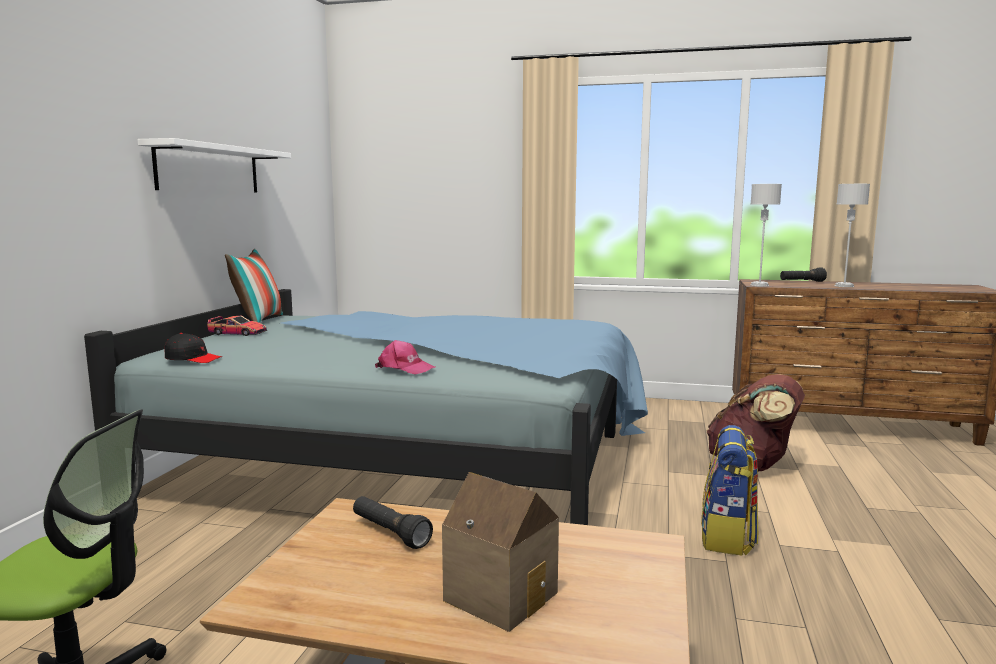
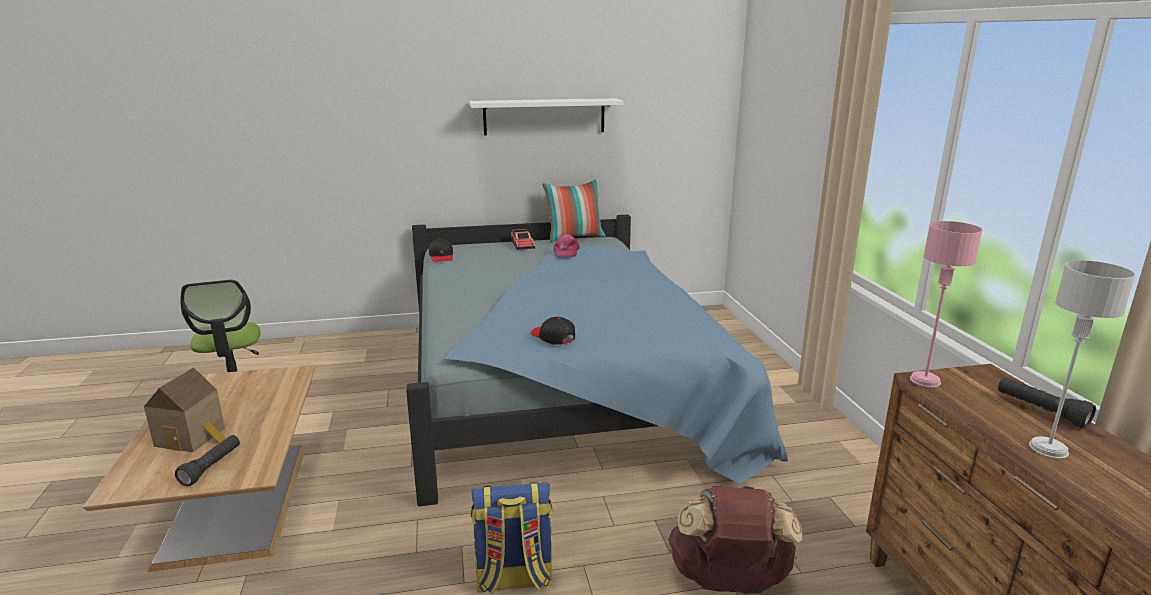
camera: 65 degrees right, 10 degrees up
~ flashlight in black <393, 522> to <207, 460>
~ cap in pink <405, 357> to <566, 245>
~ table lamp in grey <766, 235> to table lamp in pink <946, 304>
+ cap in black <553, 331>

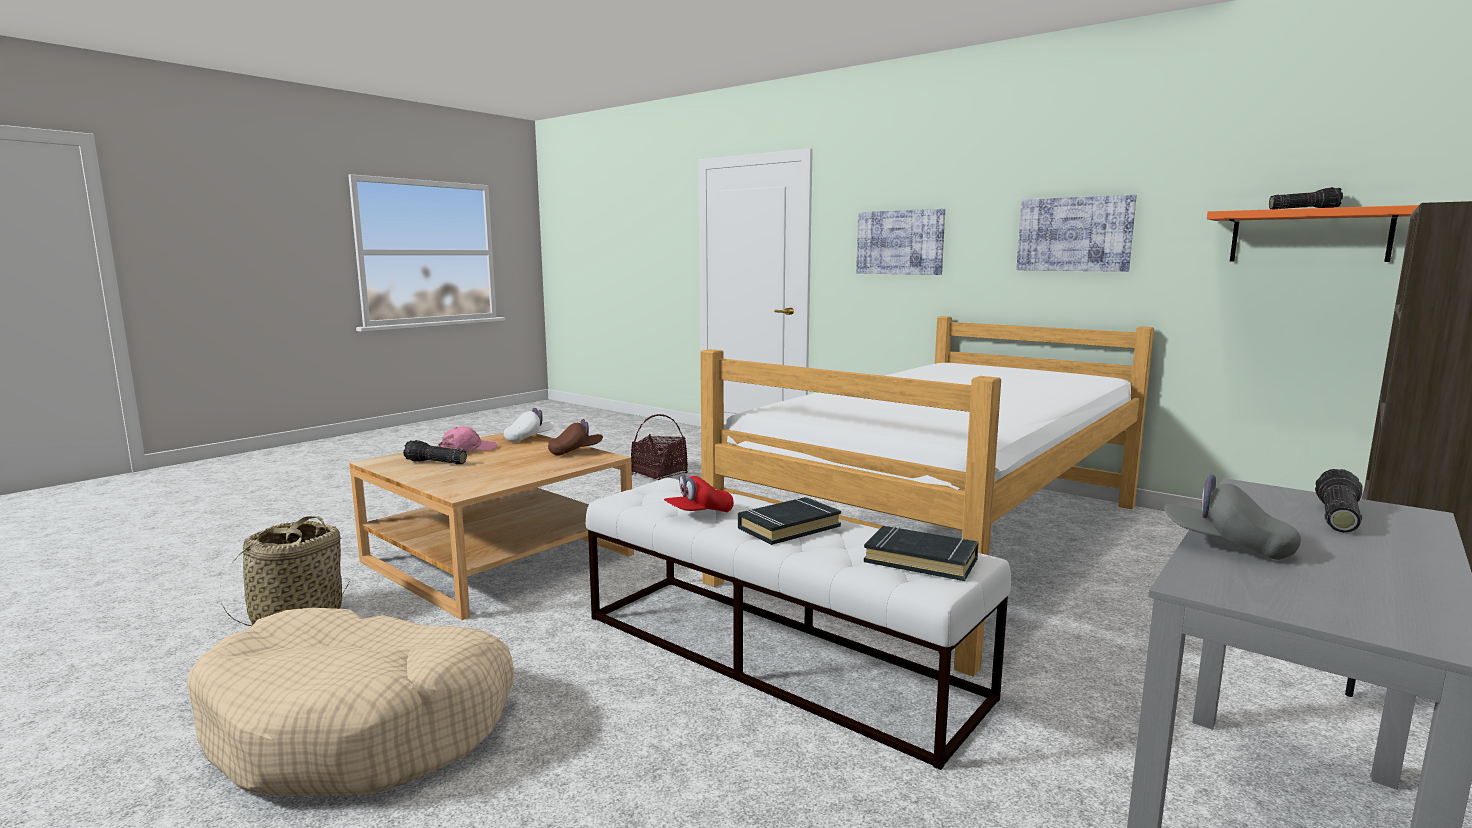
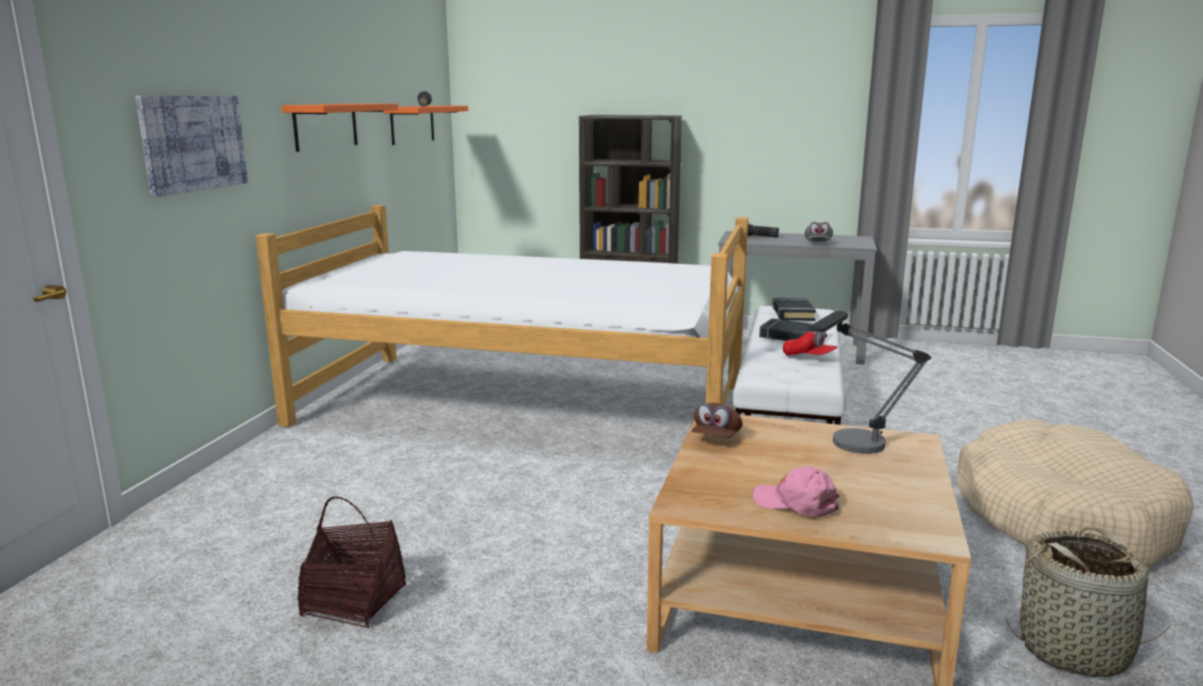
camera: 115 degrees left, 5 degrees up
- flashlight <435, 452>
- cap in white <529, 425>
~ cap in brown <575, 437> = <717, 420> 105 degrees counterclockwise
~ picture <1076, 233> to shelf in orange <339, 128>
+ table lamp <870, 382>

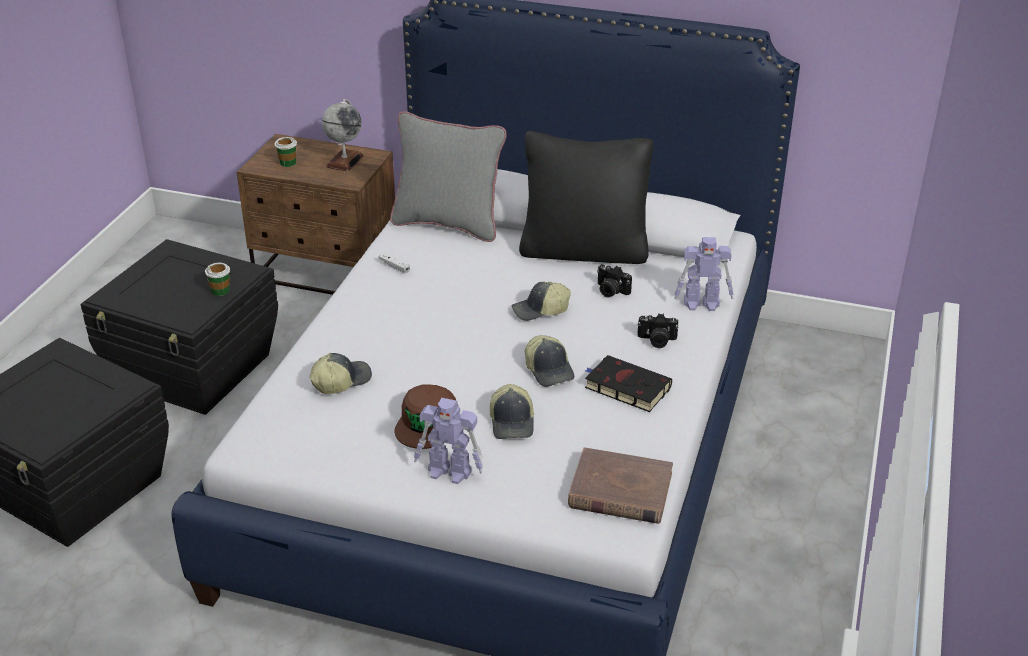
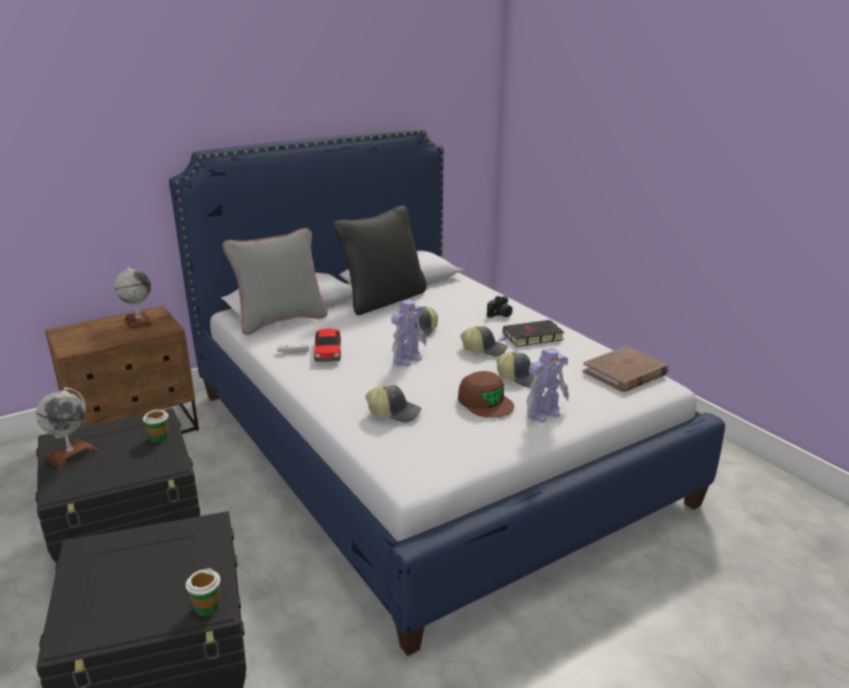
camera: 50 degrees left, 10 degrees down
~ cup <285, 152> to <203, 592>
~ cap <340, 373> = <394, 404> 105 degrees clockwise
- photo camera <614, 280>
~ toy robot <704, 274> to <409, 332>
+ globe <66, 428>
+ toy car <327, 345>

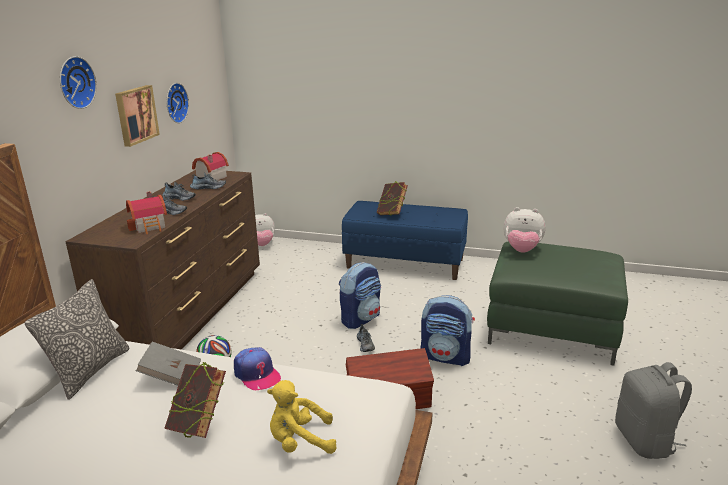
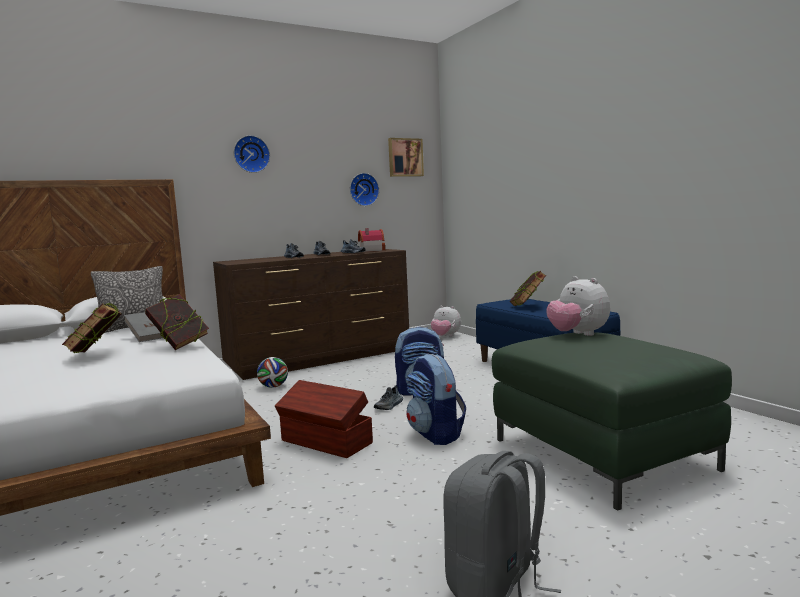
camera: 45 degrees right, 15 degrees down
~ picture <137, 116> to <406, 157>
- toy house <146, 212>
~ cap <258, 368> to book <177, 322>
- plush toy in yellow <302, 417>

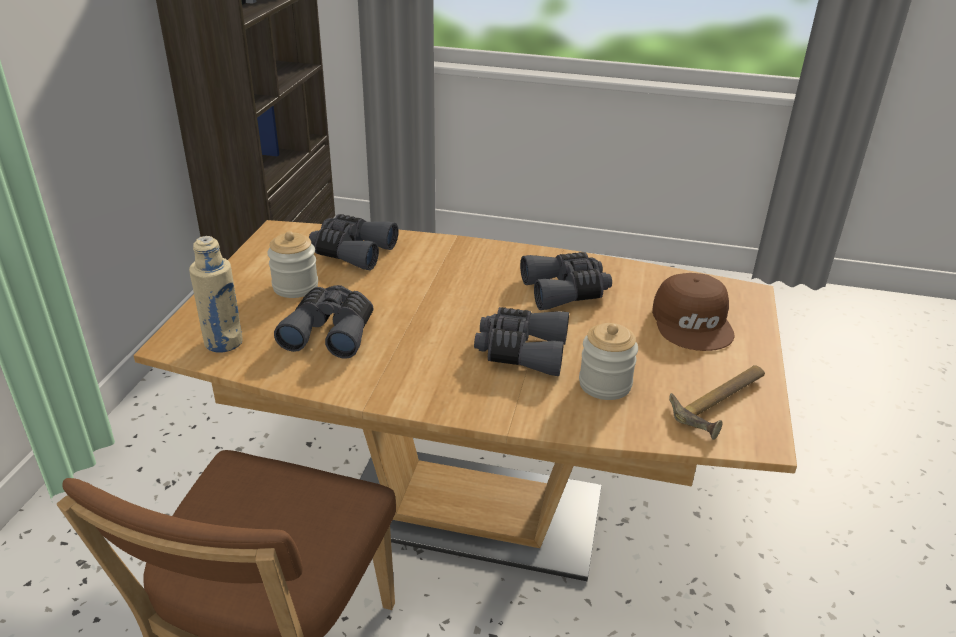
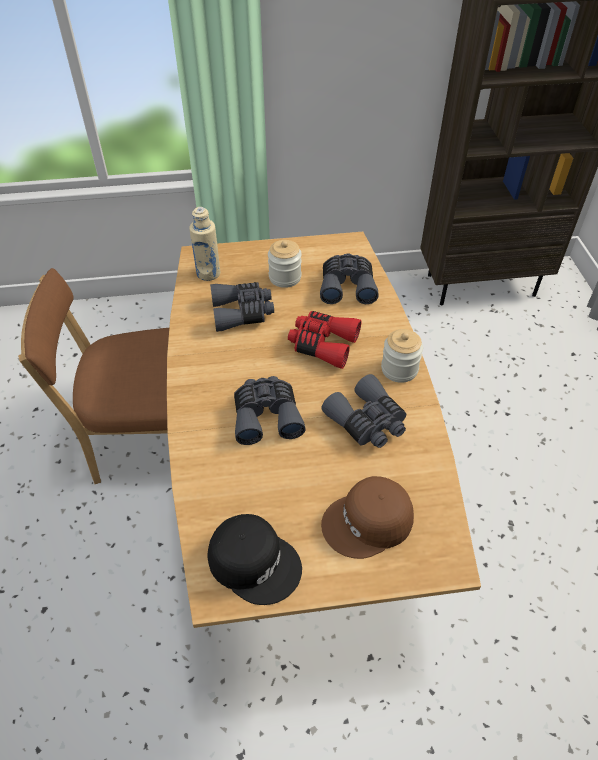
camera: 70 degrees right, 15 degrees up
~ jar <608, 361> to <402, 356>
~ hammer <717, 402> to cap in black <255, 559>
+ binoculars in red <324, 340>

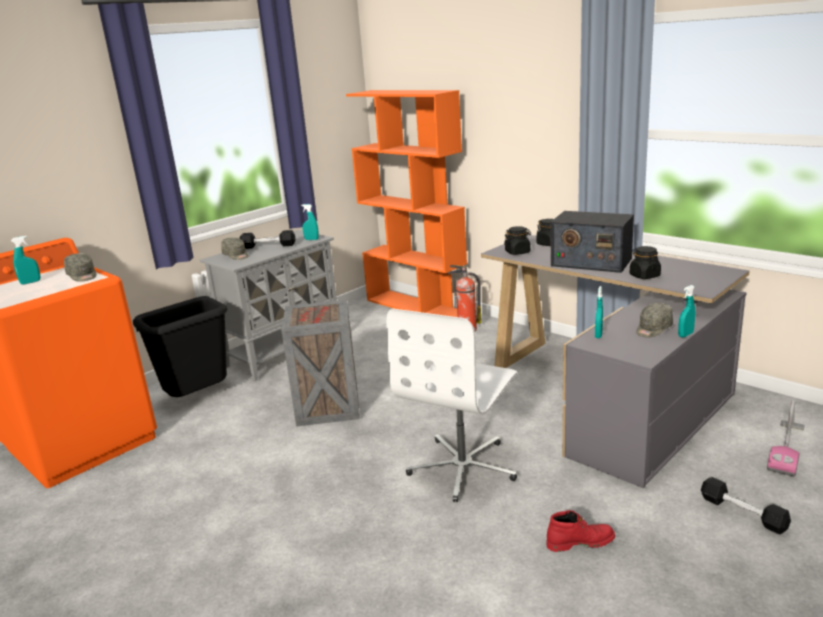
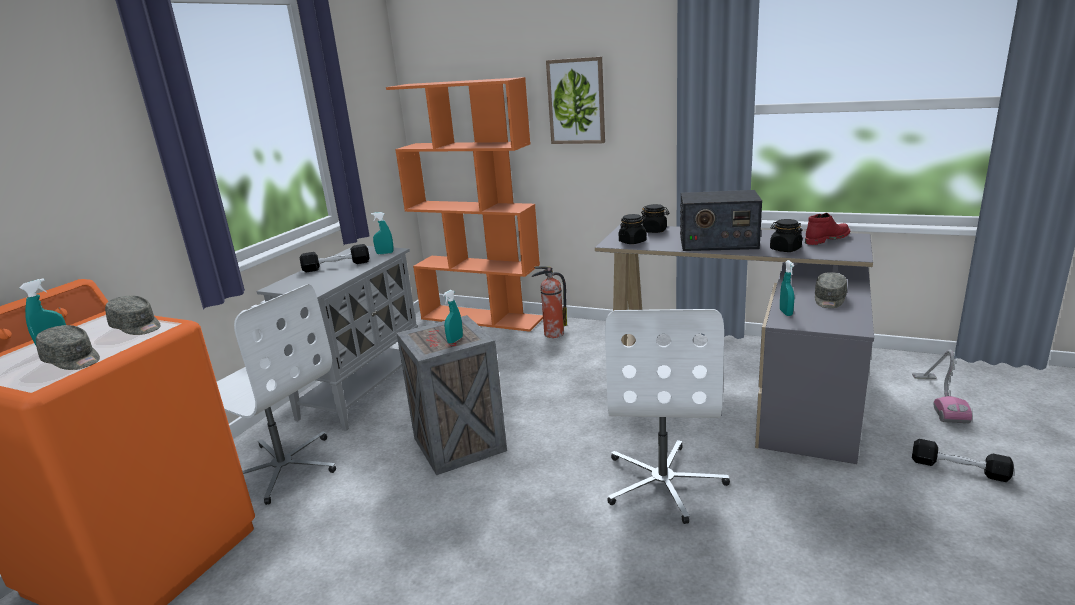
camera: 20 degrees left, 0 degrees up
~ trash can in black <180, 346> to office chair in white <276, 394>
~ cap in grey <234, 249> to <68, 347>
~ boot in red <581, 531> to <827, 229>
~ spray bottle in turquoise <686, 311> to <453, 317>
+ picture <575, 100>

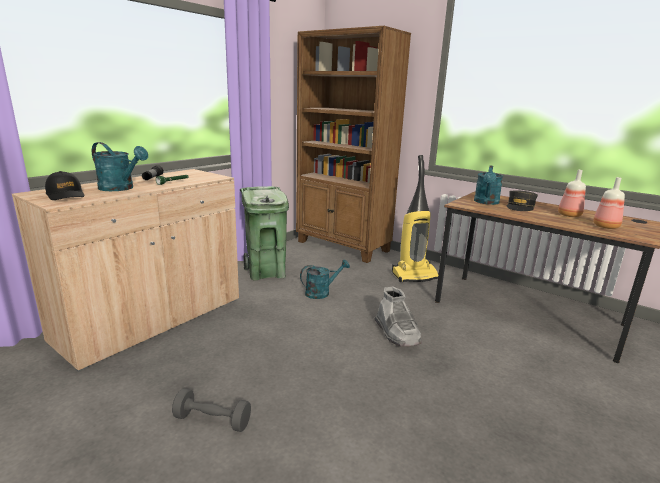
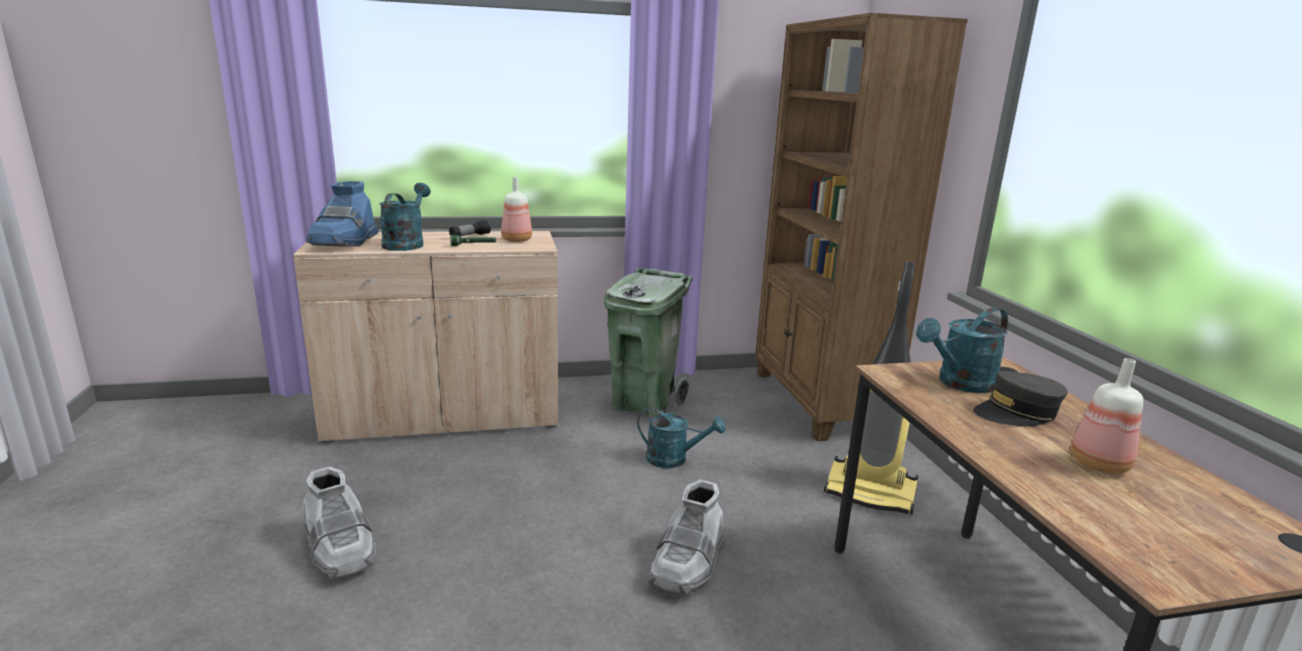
camera: 40 degrees right, 0 degrees up
~ cap in black <64, 185> to boot in blue <342, 214>
~ watering can in turquoise <120, 166> = <405, 217> 150 degrees counterclockwise
~ dumbbell in grey <211, 410> to boot in grey <339, 523>
~ bottle <609, 203> to <516, 209>

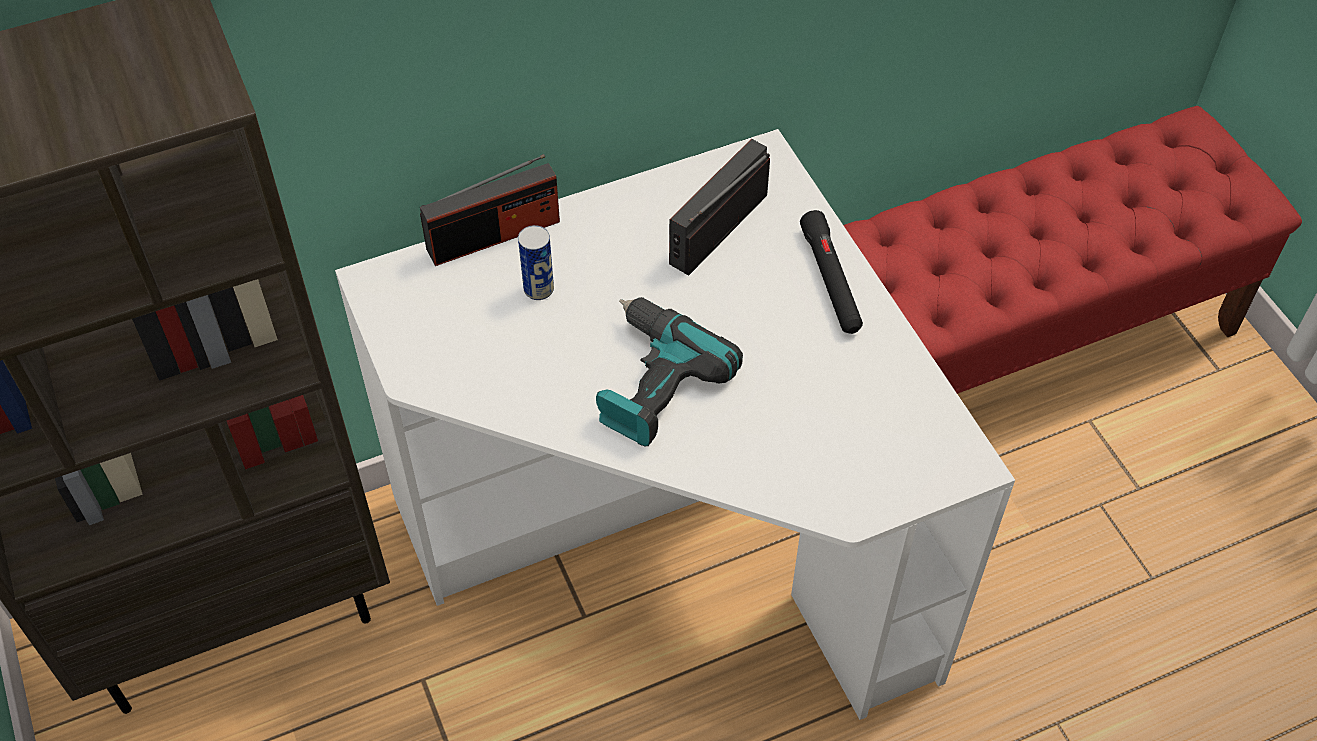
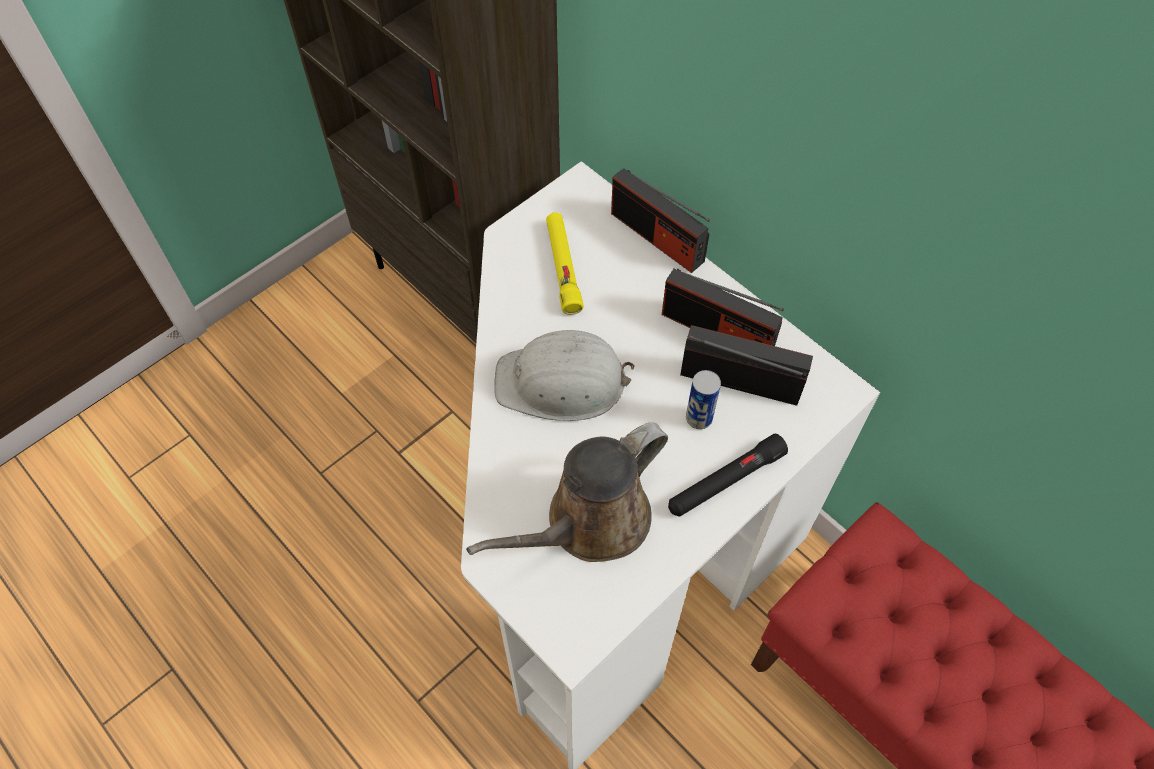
camera: 70 degrees right, 5 degrees up
~ can <536, 262> to <703, 399>
~ power drill <669, 372> to hard hat in white <564, 375>
+ watering can in brown <567, 492>
+ flashlight in yellow <565, 263>
+ radio <723, 307>

